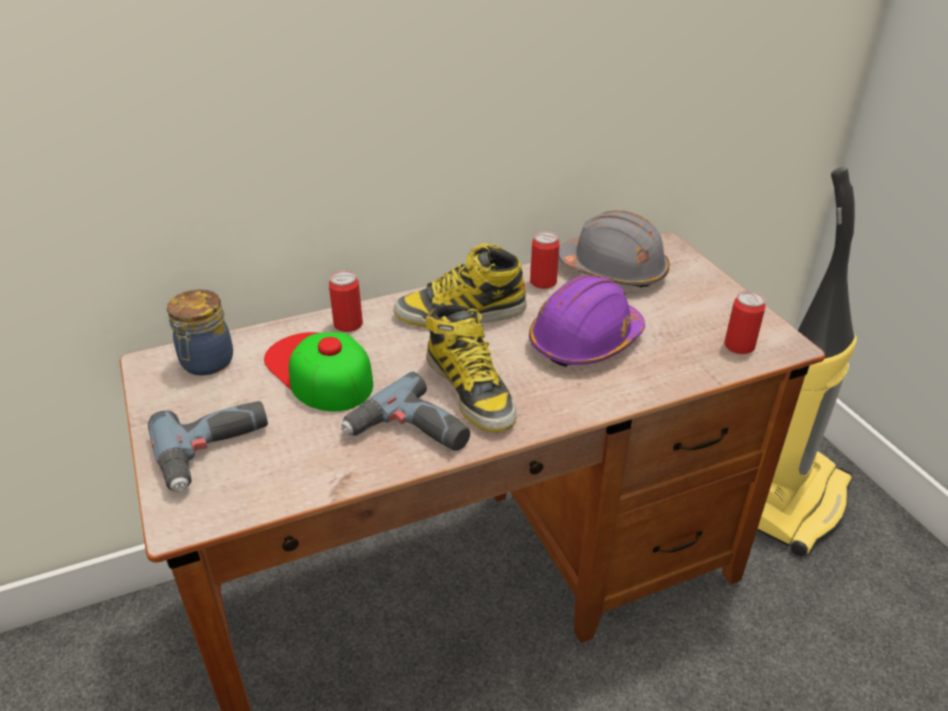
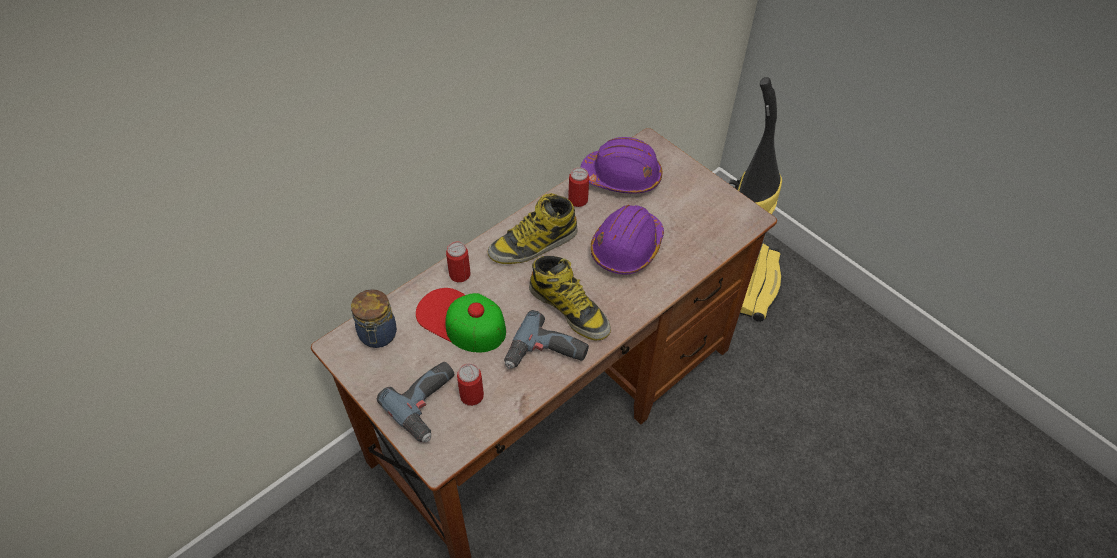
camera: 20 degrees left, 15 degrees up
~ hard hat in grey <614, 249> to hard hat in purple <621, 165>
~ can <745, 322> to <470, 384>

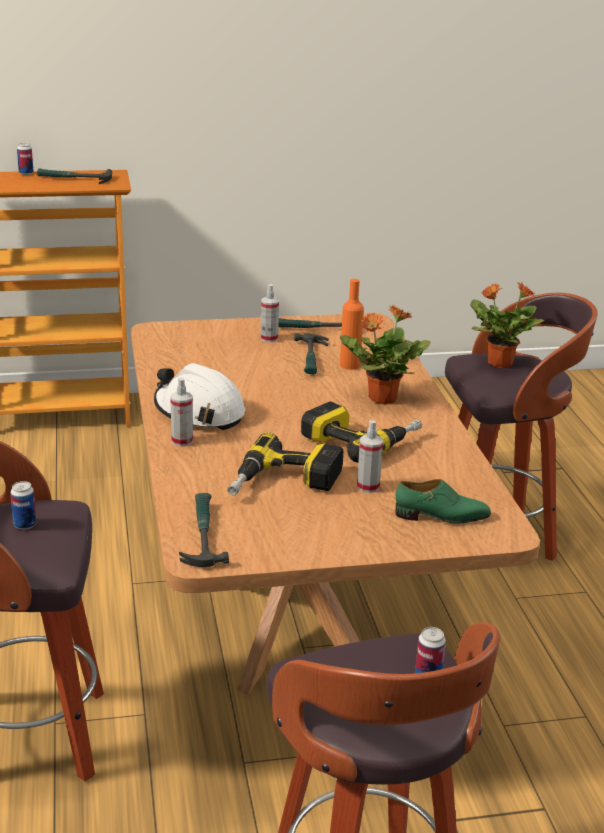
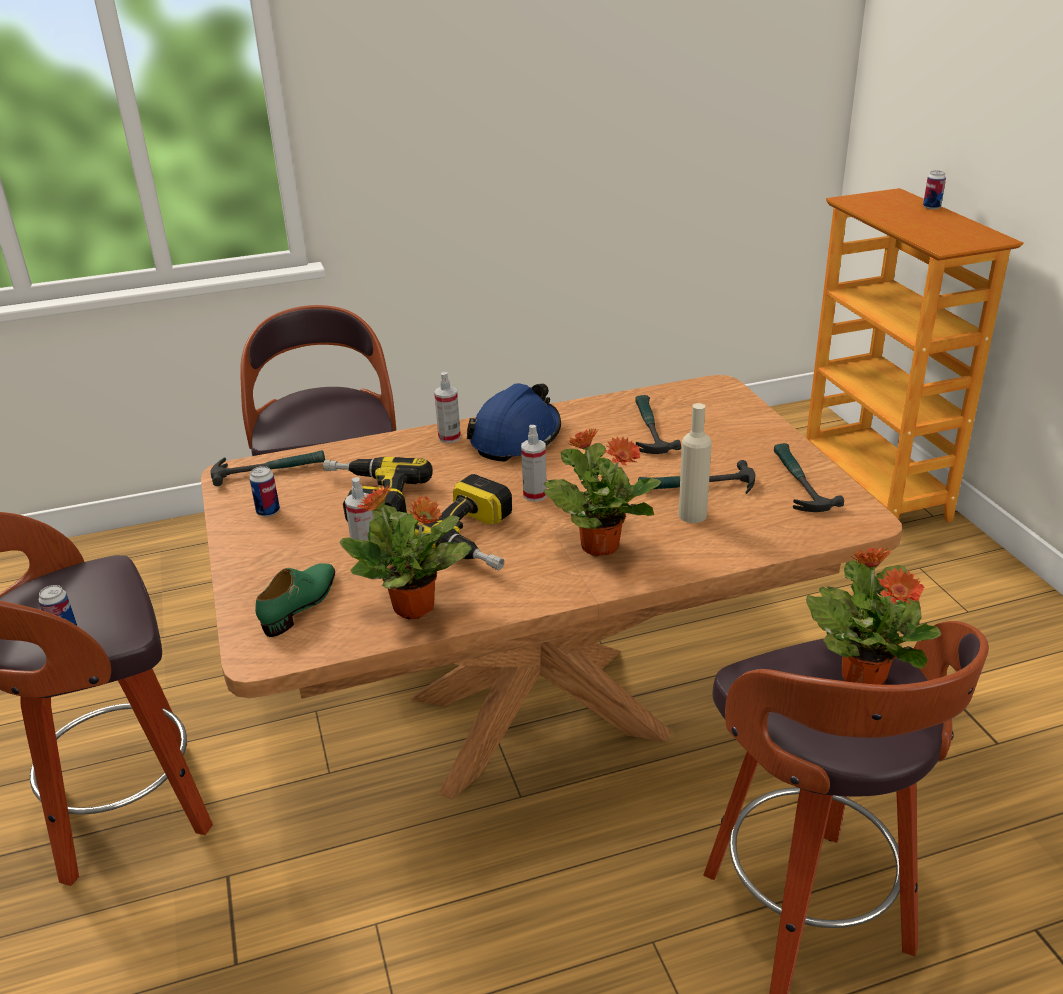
camera: 85 degrees right, 5 degrees up
~ can <23, 505> to <264, 491>
~ hammer <74, 176> to <658, 424>
~ hard hat in white <199, 396> to hard hat in blue <514, 422>
~ spray bottle <269, 313> to <534, 463>
~ bottle in orange <352, 324> to bottle in beige <695, 463>
~ shoe in green <443, 501> = <295, 600> 150 degrees counterclockwise
+ potted plant <405, 552>

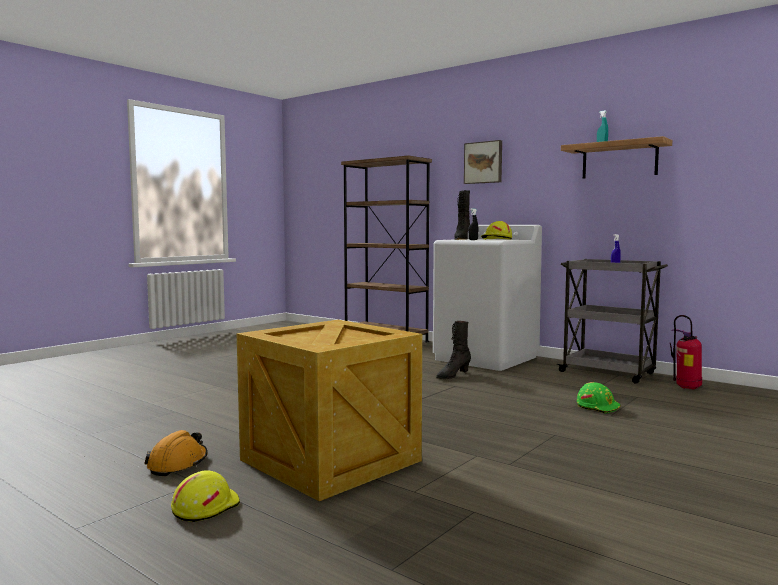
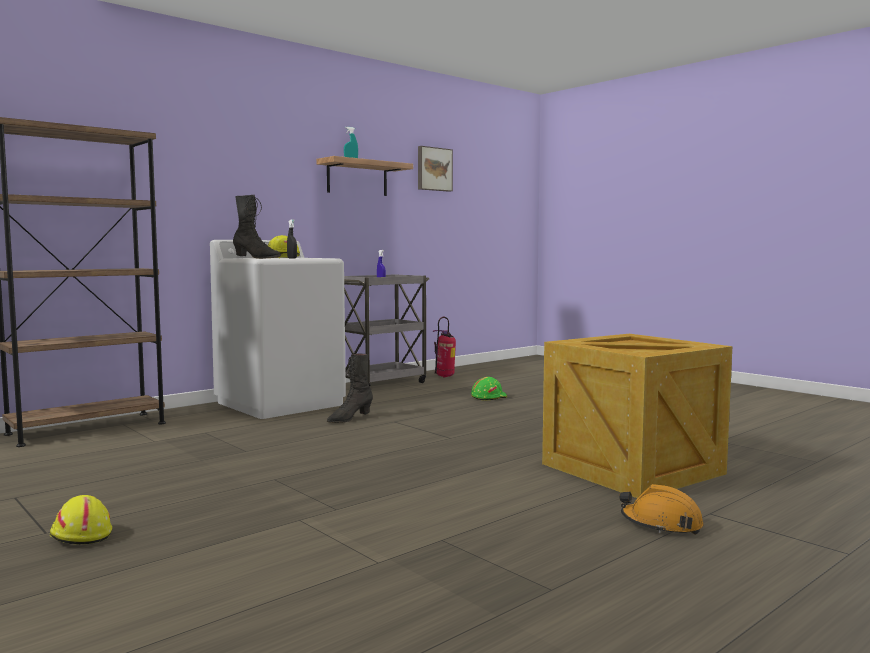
camera: 80 degrees left, 0 degrees up
~ hard hat in yellow <205, 496> to <81, 520>
~ boot in black <453, 350> = <350, 388> 75 degrees clockwise
~ picture <483, 162> to <435, 169>

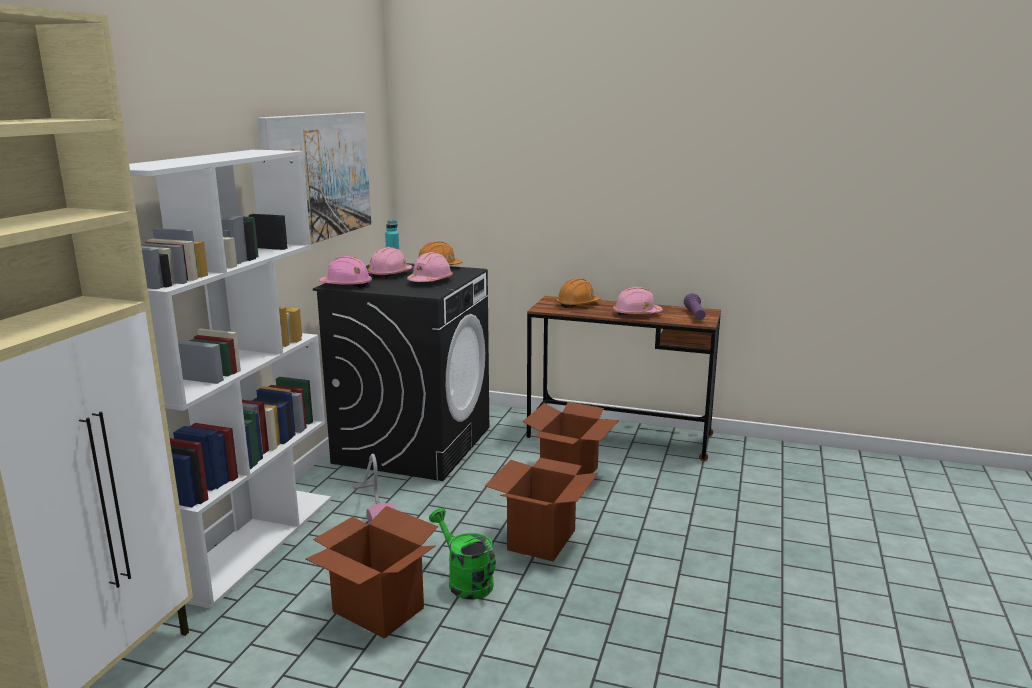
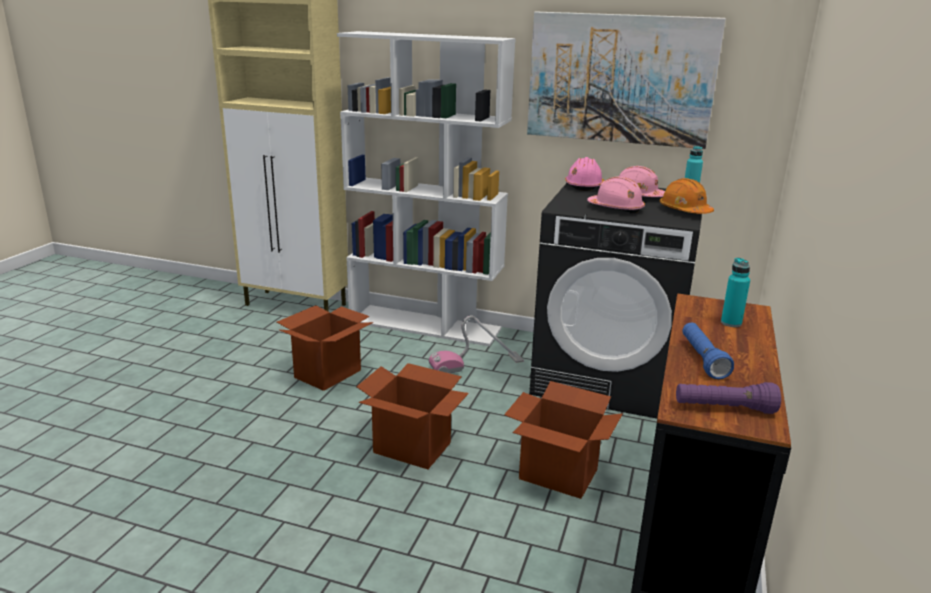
camera: 90 degrees right, 5 degrees up
- watering can in green <462, 554>
~ hard hat in orange <578, 293> to bottle in turquoise <735, 292>
~ hard hat in pink <638, 301> to flashlight in blue <708, 350>

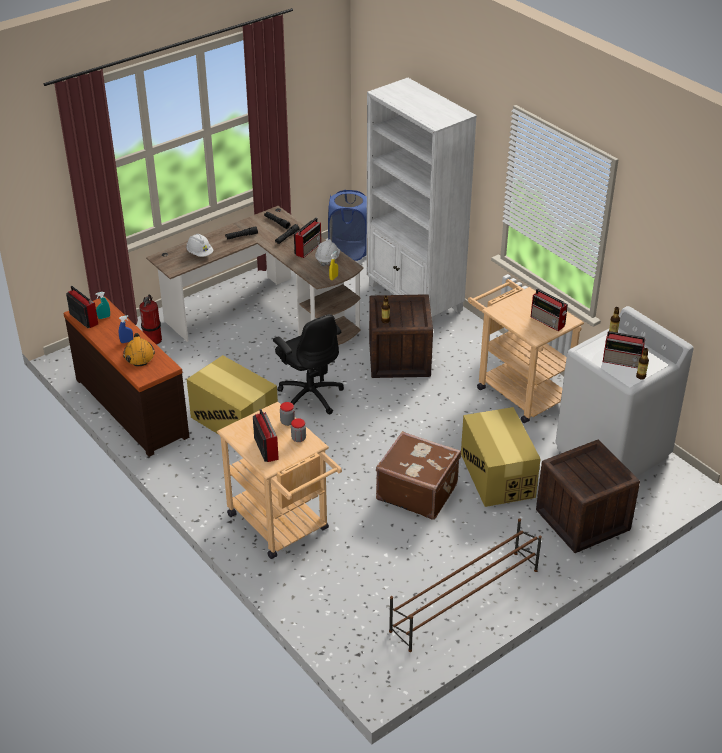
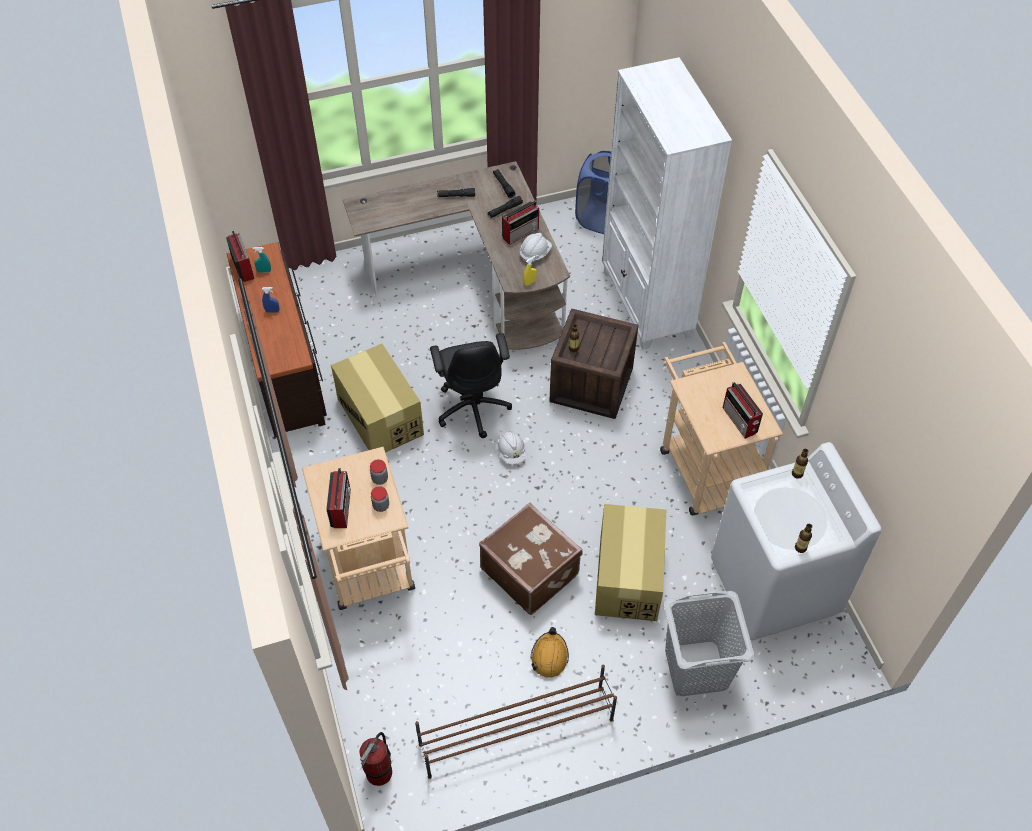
camera: 20 degrees right, 15 degrees up
~ hard hat in orange <139, 349> to <550, 652>
~ fire extinguisher <150, 320> to <376, 759>
~ hard hat in white <199, 245> to <512, 448>
~ crate <588, 496> to laundry basket in grey <709, 643>
- radio <624, 349>

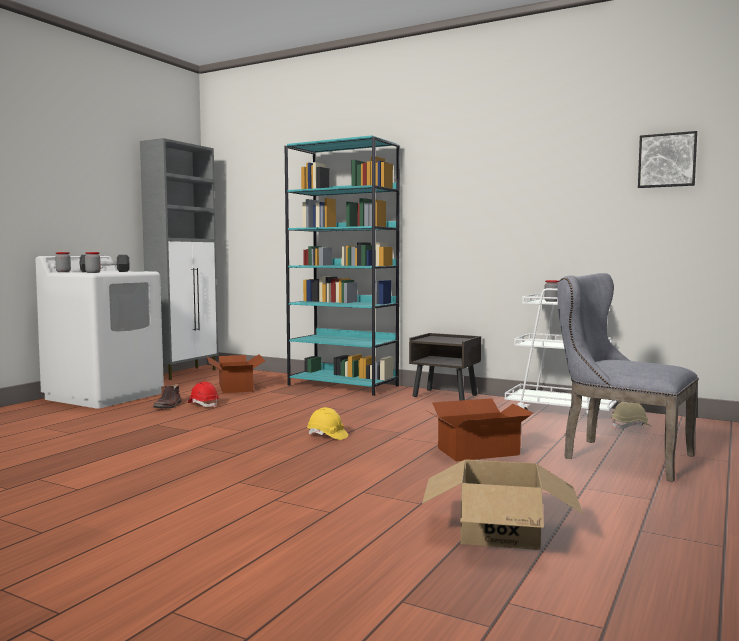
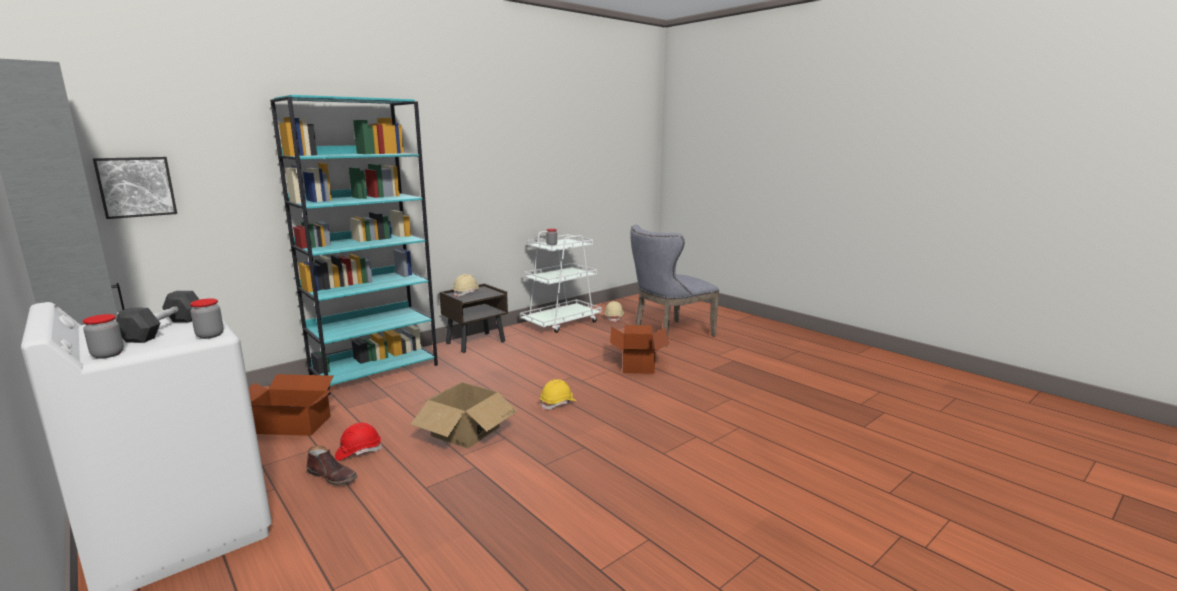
camera: 70 degrees left, 10 degrees up
~ cardboard box <502, 504> to <464, 415>
~ picture <667, 159> to <135, 188>
+ hard hat in beige <467, 285>

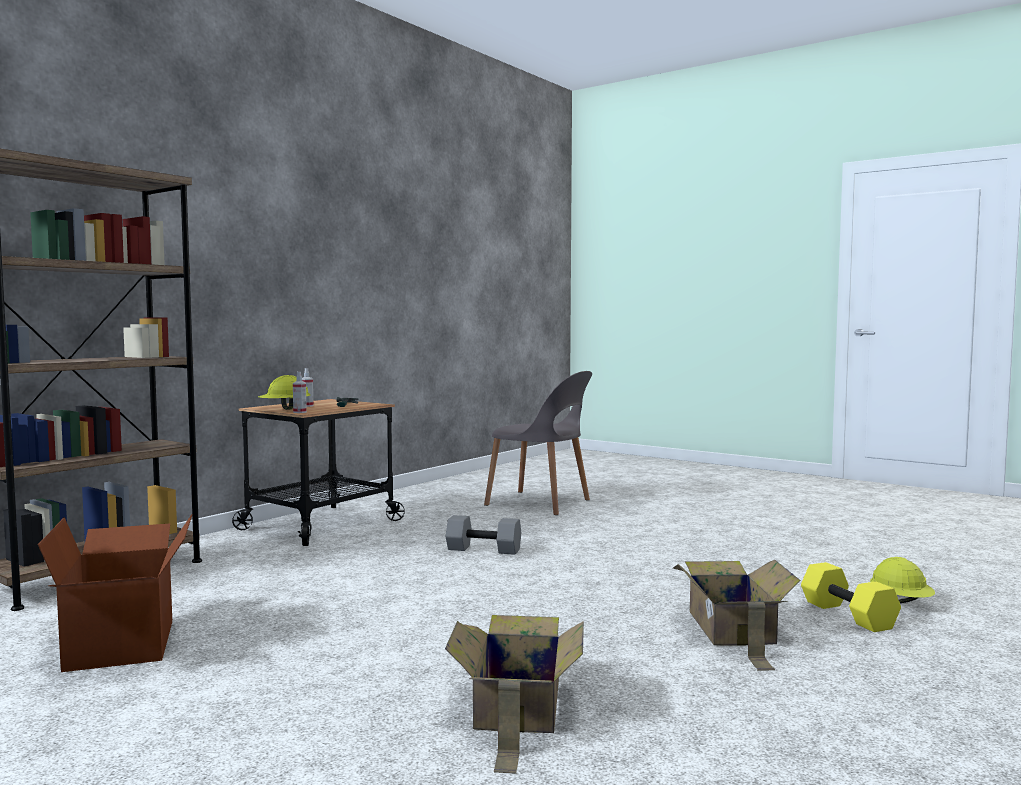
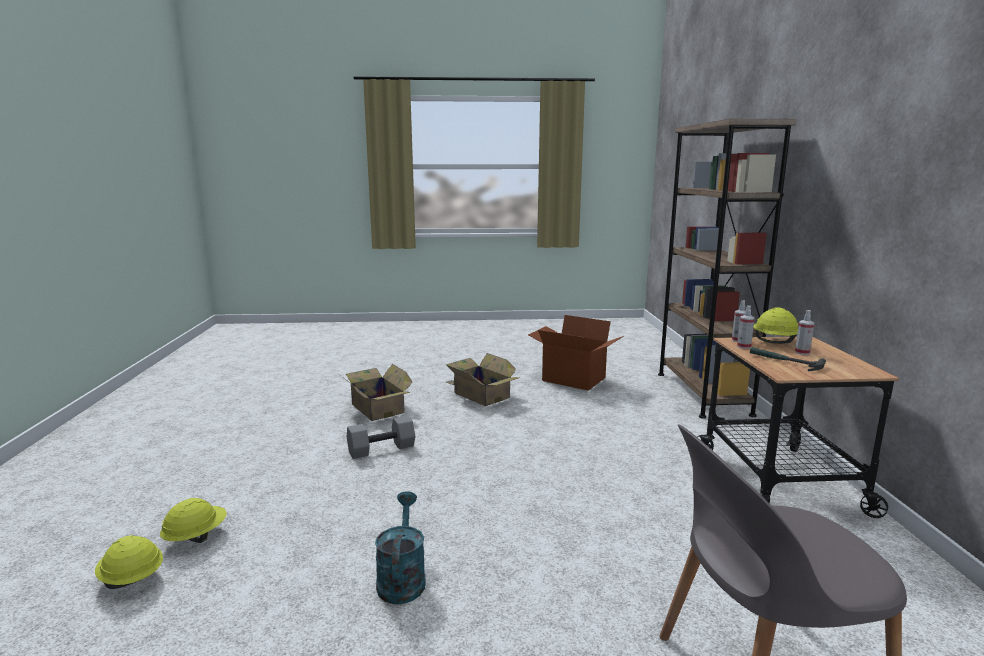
camera: 140 degrees right, 10 degrees up
~ dumbbell in grey <483, 535> to <381, 437>
~ cardboard box <737, 615> to <482, 379>
~ dumbbell in yellow <851, 597> to hard hat in yellow <193, 520>
+ watering can in turquoise <400, 547>
+ spray bottle <746, 327>

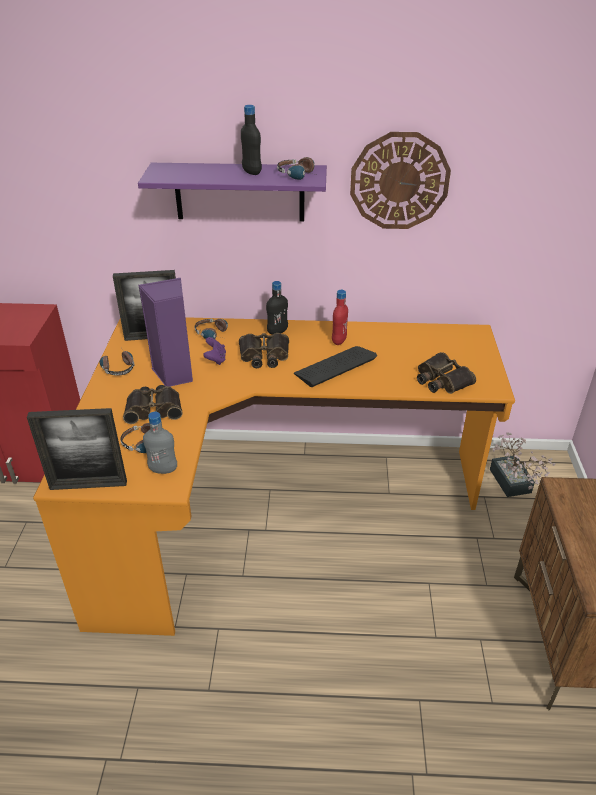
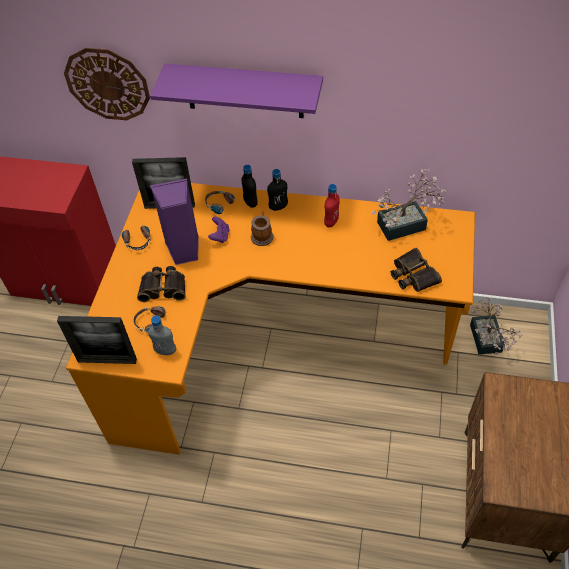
camera: 10 degrees right, 15 degrees up
~ binoculars <264, 350> to mug <262, 228>
~ bottle in black <251, 140> to <250, 186>
- headphones <296, 168>
- keyboard <335, 366>
~ wall clock <400, 180> to <107, 84>
+ potted plant <409, 205>

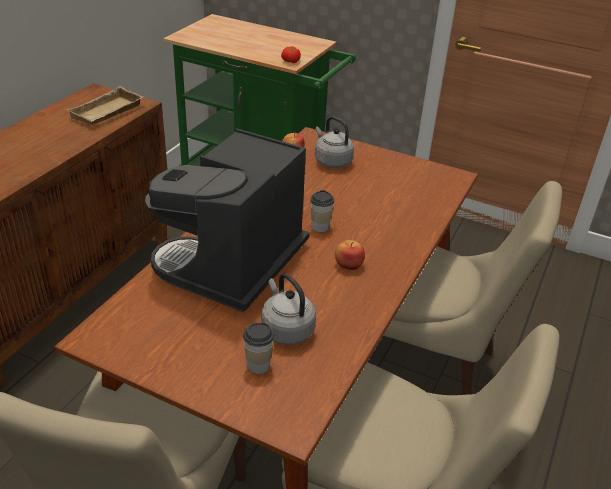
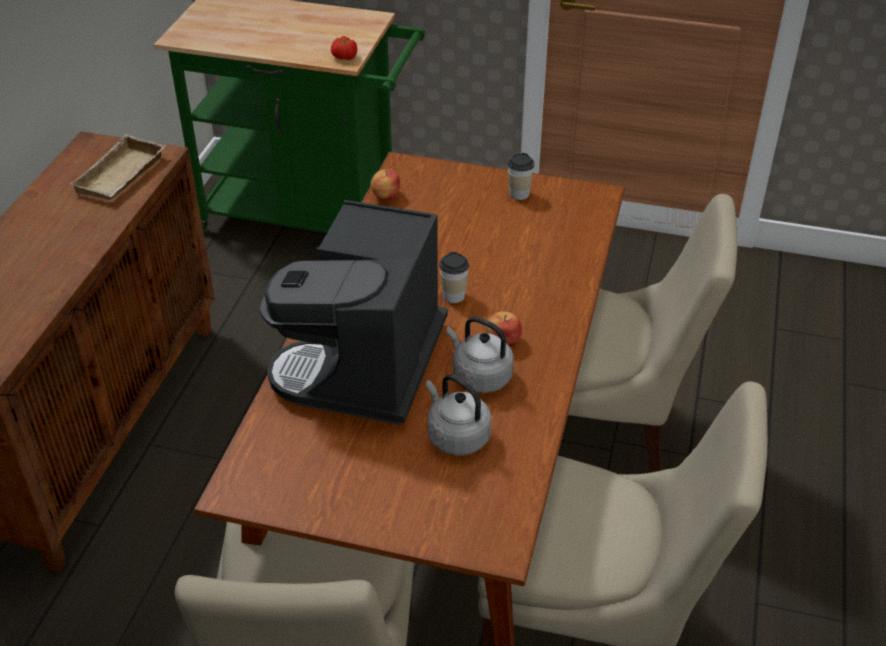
camera: 10 degrees left, 5 degrees up
~ cup <258, 348> to <521, 176>
~ kettle in grey <334, 142> to <480, 355>

